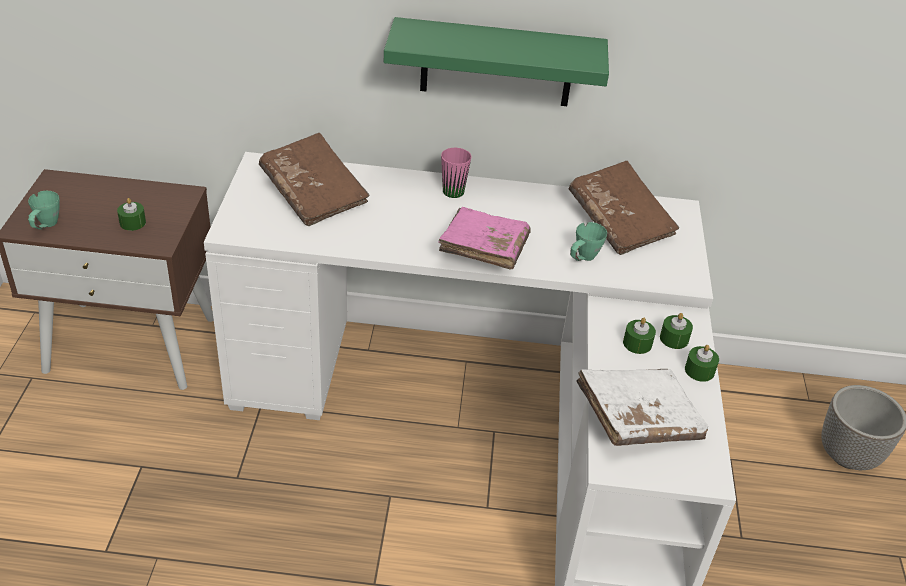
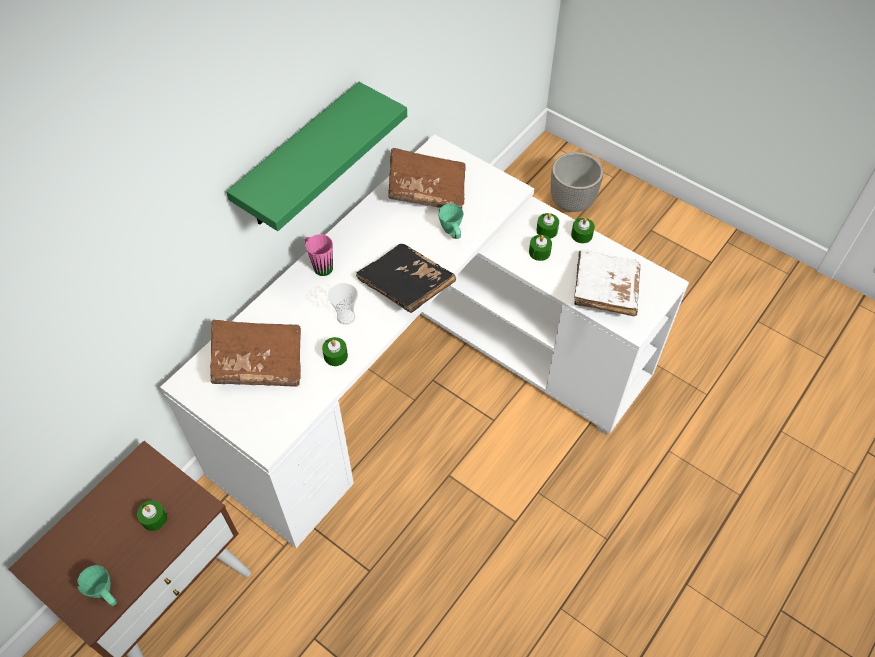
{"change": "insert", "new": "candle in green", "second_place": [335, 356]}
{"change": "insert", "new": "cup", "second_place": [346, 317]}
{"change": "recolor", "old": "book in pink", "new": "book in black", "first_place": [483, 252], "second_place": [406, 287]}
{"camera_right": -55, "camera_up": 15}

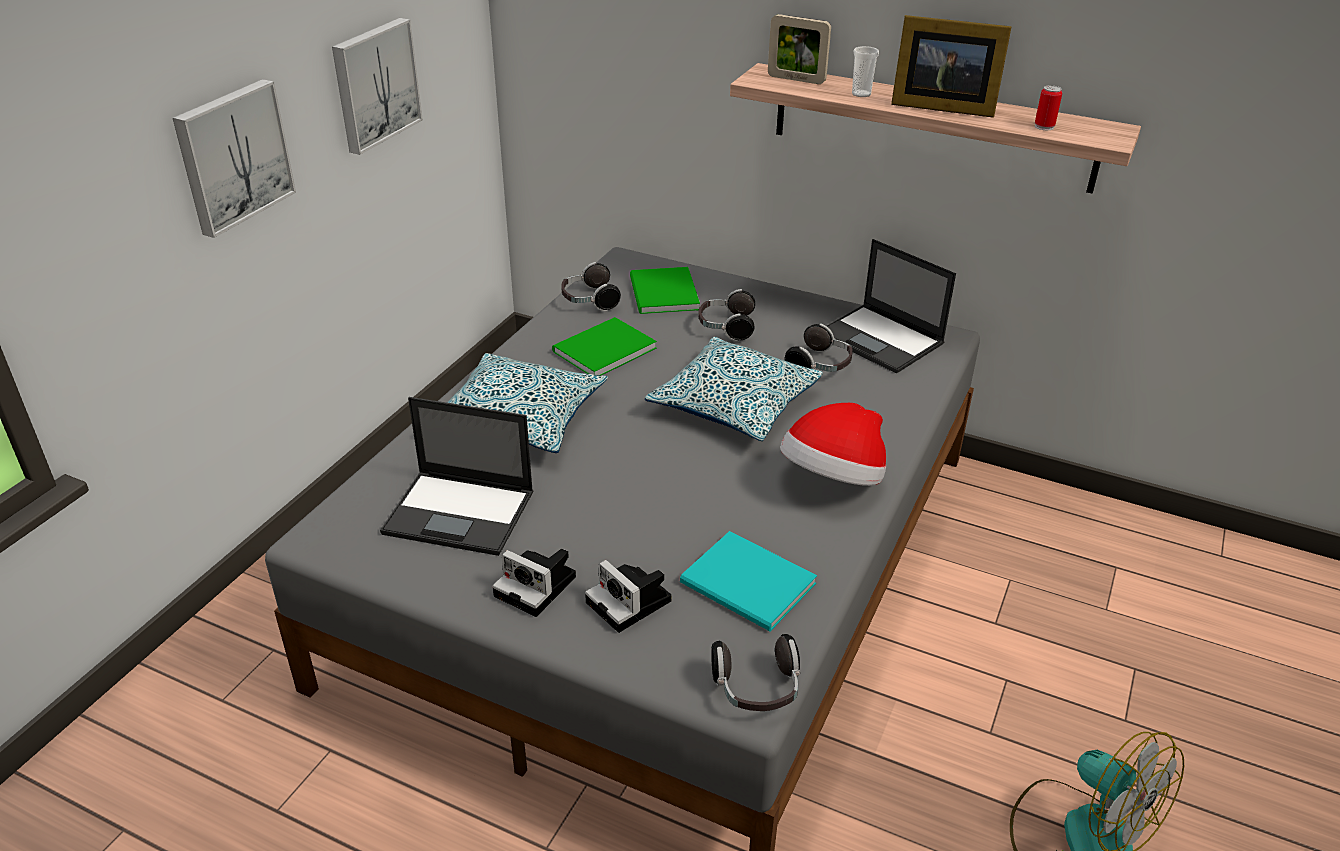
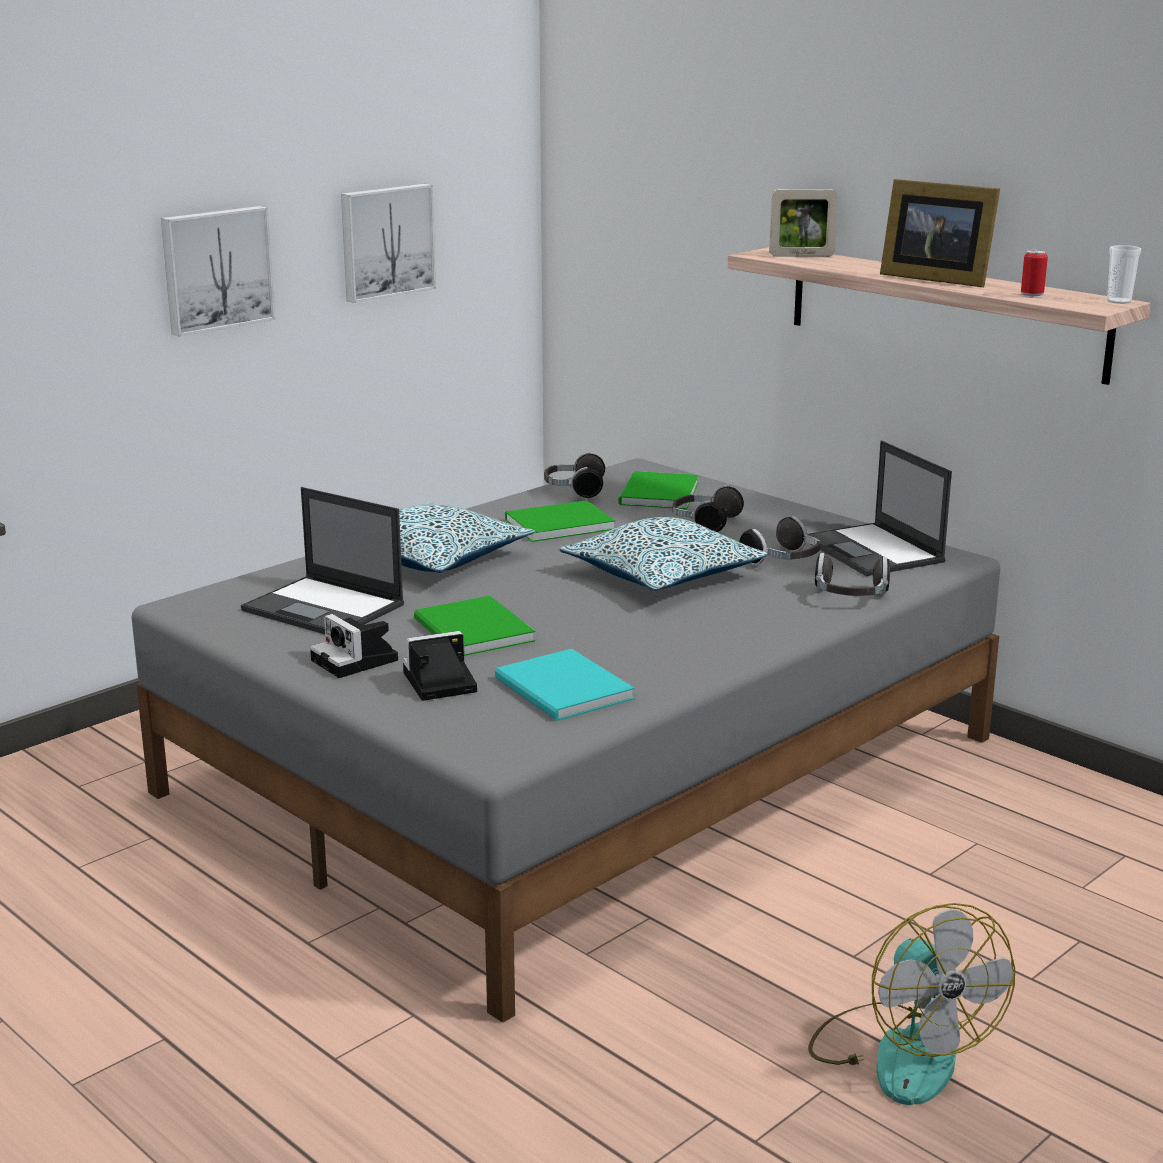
{"change": "rotate", "old": "photo camera", "first_place": [631, 603], "second_place": [436, 683], "degrees": 90}
{"change": "insert", "new": "book in green", "second_place": [472, 632]}
{"change": "rotate", "old": "picture frame", "first_place": [796, 79], "second_place": [801, 256], "degrees": -45}
{"change": "move", "old": "headphones", "first_place": [756, 690], "second_place": [850, 597]}
{"change": "move", "old": "cup", "first_place": [861, 94], "second_place": [1119, 301]}
{"change": "delete", "old": "hat", "first_place": [833, 480]}
{"camera_right": 20, "camera_up": -15}

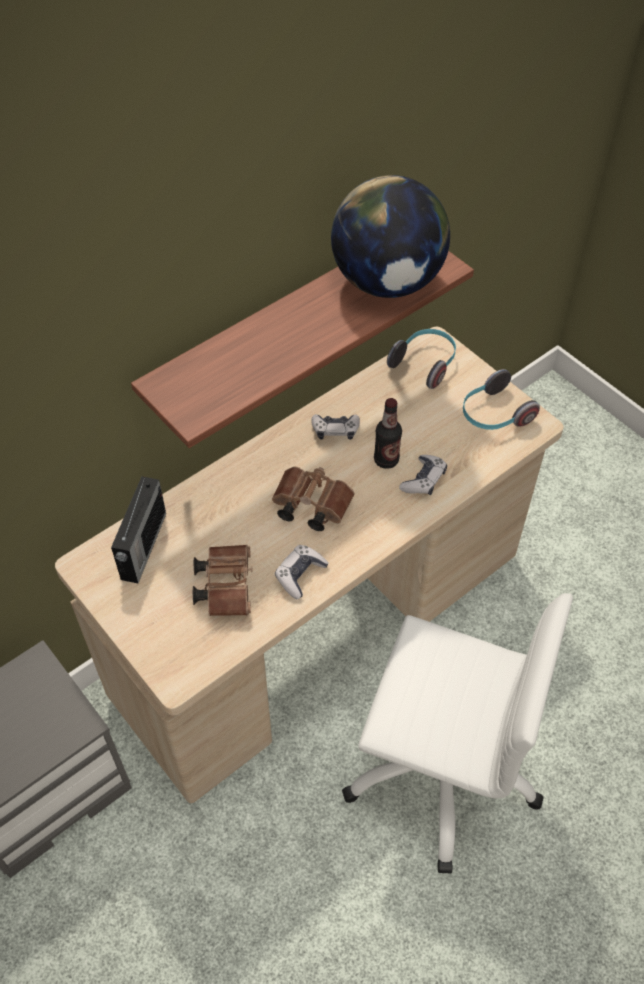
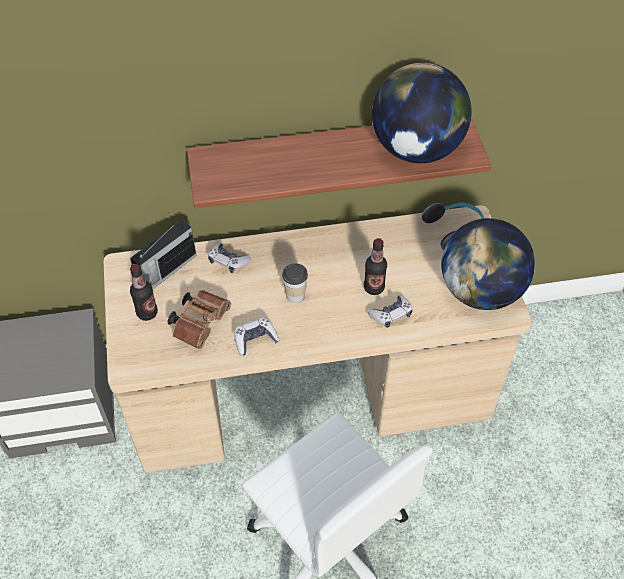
{"change": "insert", "new": "bottle", "second_place": [147, 313]}
{"change": "move", "old": "game controller", "first_place": [335, 430], "second_place": [228, 261]}
{"change": "replace", "old": "binoculars in brown", "new": "cup", "first_place": [309, 506], "second_place": [295, 295]}
{"change": "replace", "old": "headphones", "new": "globe", "first_place": [494, 415], "second_place": [480, 291]}
{"camera_right": 30, "camera_up": 0}

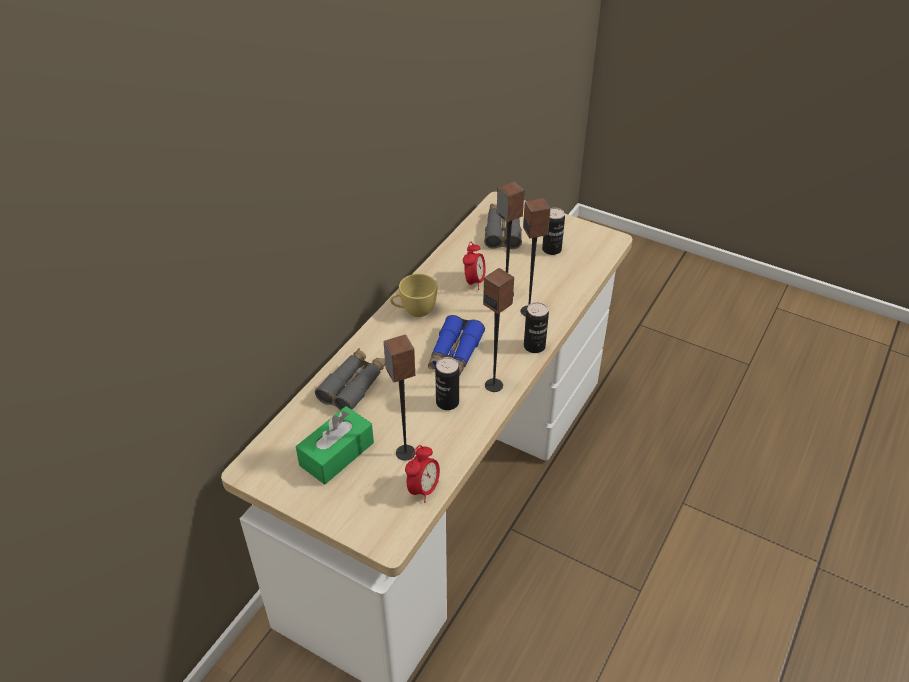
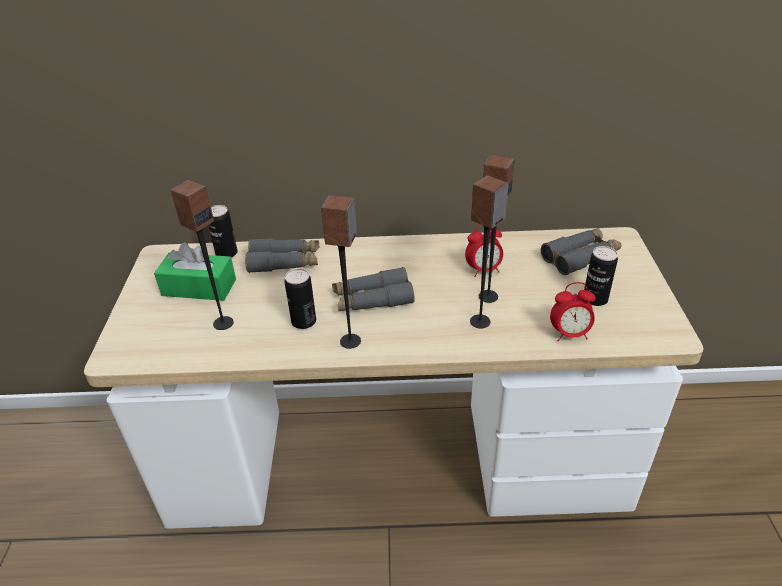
{"change": "move", "old": "can", "first_place": [534, 346], "second_place": [226, 253]}
{"change": "recolor", "old": "binoculars in blue", "new": "binoculars in grey", "first_place": [455, 353], "second_place": [372, 299]}
{"change": "move", "old": "alarm clock", "first_place": [423, 489], "second_place": [569, 334]}
{"change": "delete", "old": "cup in yellow", "first_place": [414, 311]}
{"camera_right": 60, "camera_up": -5}

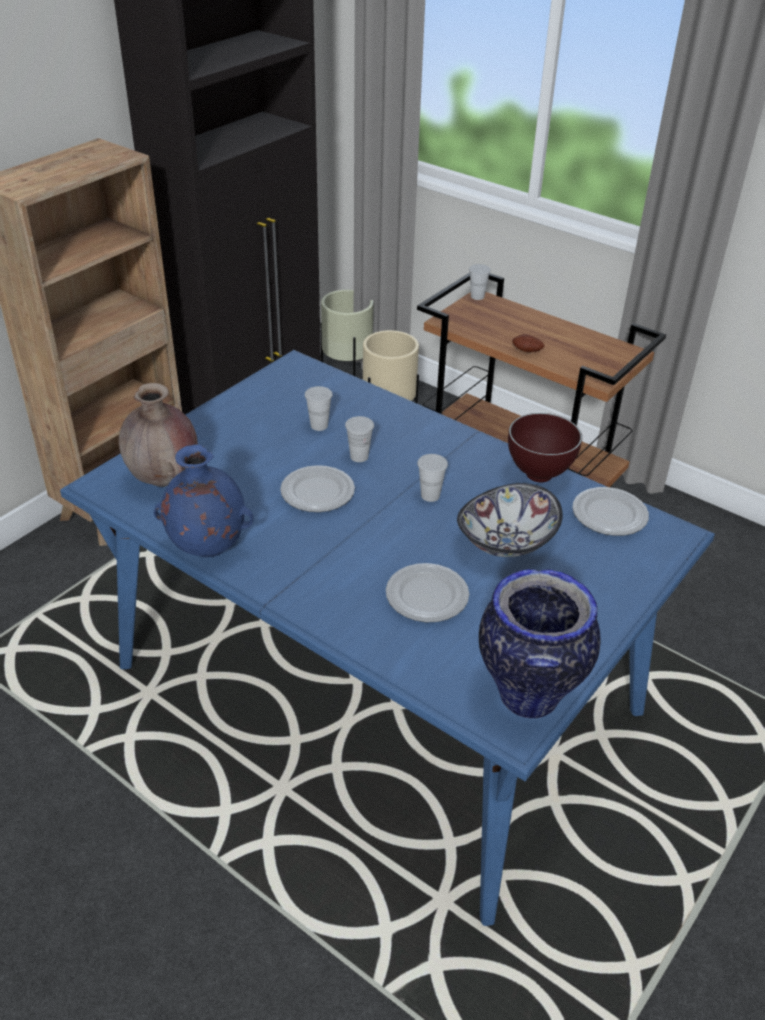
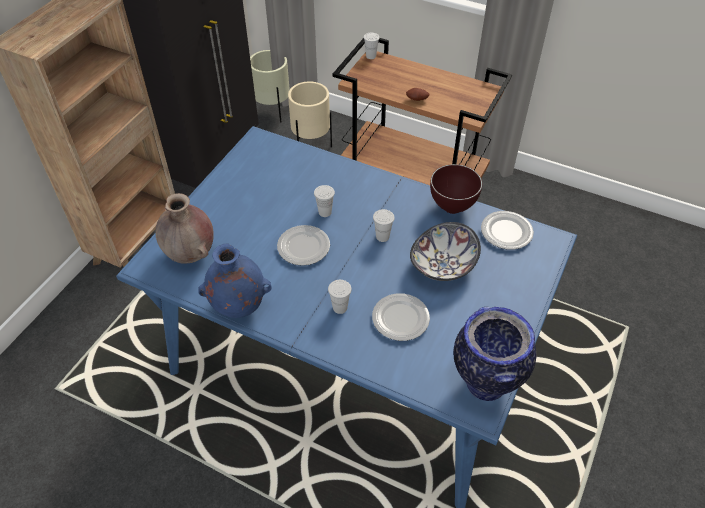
{"change": "move", "old": "cup in white", "first_place": [319, 425], "second_place": [340, 308]}
{"camera_right": -10, "camera_up": 10}

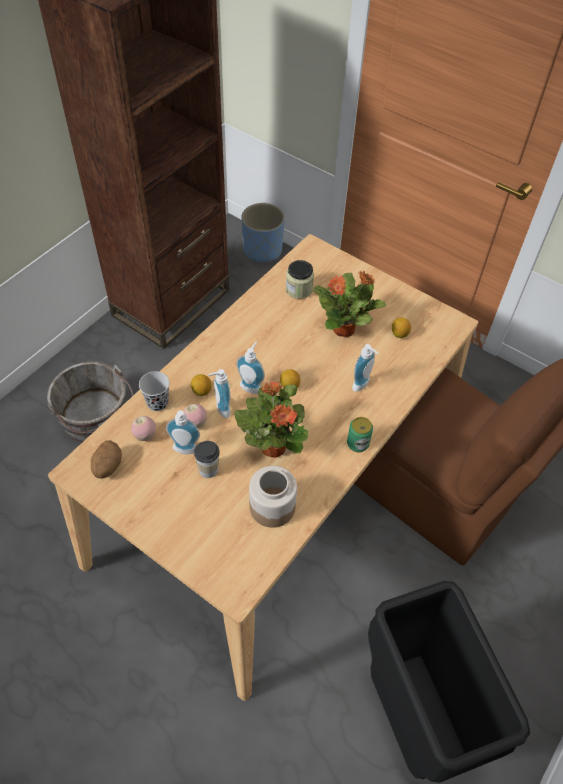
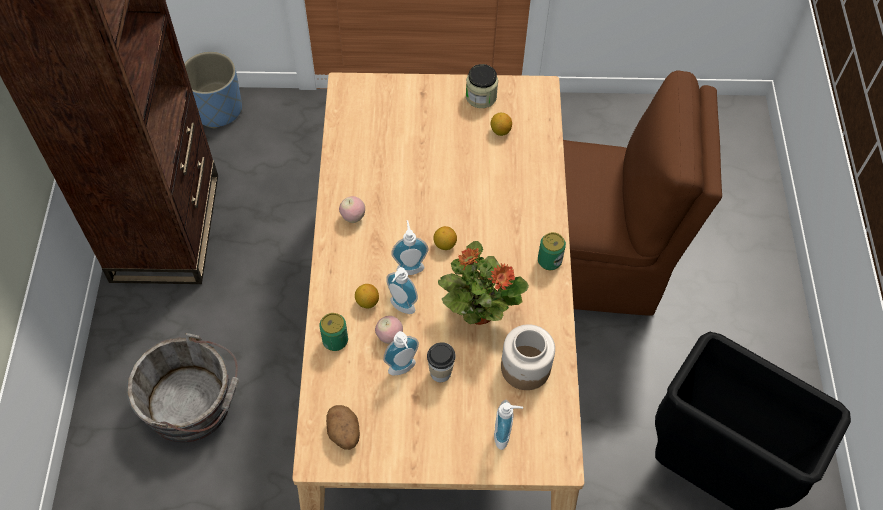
{"change": "replace", "old": "cup in black", "new": "can", "first_place": [157, 403], "second_place": [335, 340]}
{"change": "move", "old": "apple", "first_place": [145, 435], "second_place": [353, 217]}
{"change": "move", "old": "jar", "first_place": [299, 289], "second_place": [481, 97]}
{"change": "move", "old": "soap dispenser", "first_place": [363, 385], "second_place": [505, 435]}
{"change": "delete", "old": "potted plant", "first_place": [344, 329]}
{"camera_right": -35, "camera_up": 5}

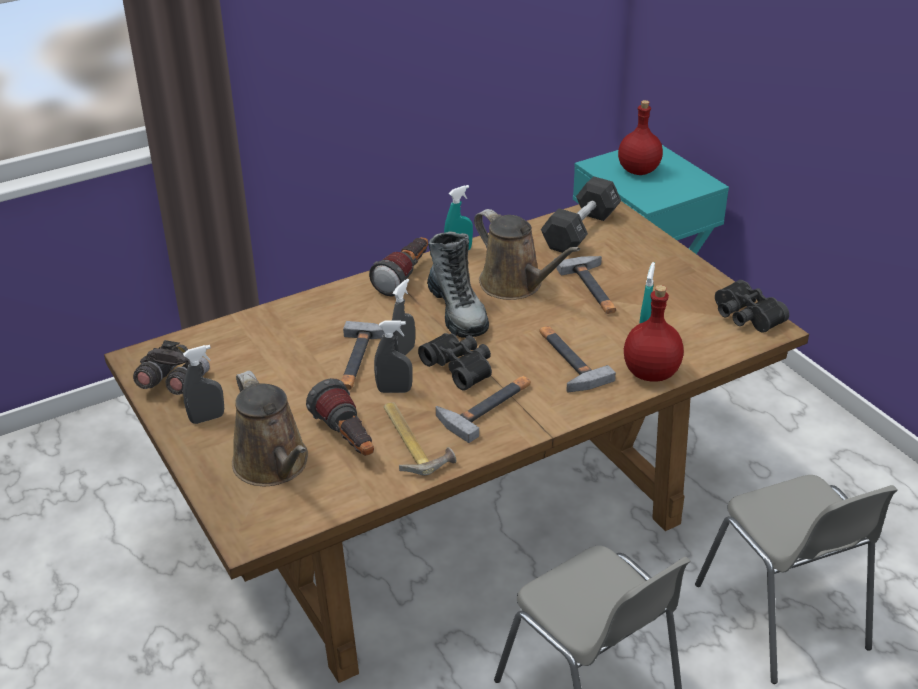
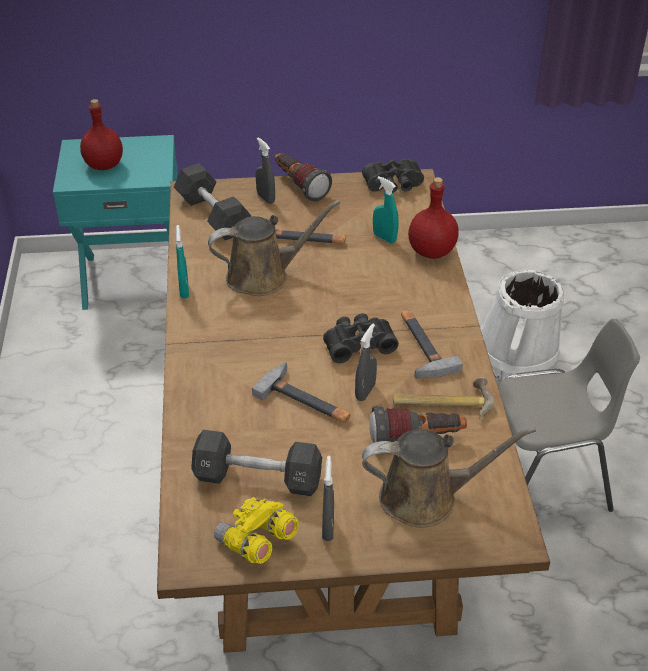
{"change": "insert", "new": "dumbbell in black", "second_place": [258, 478]}
{"change": "recolor", "old": "binoculars in grey", "new": "binoculars in yellow", "first_place": [174, 385], "second_place": [256, 542]}
{"change": "move", "old": "spray bottle in grey", "first_place": [403, 353], "second_place": [266, 198]}
{"change": "move", "old": "flashlight", "first_place": [405, 277], "second_place": [299, 186]}
{"change": "replace", "old": "chair in grey", "new": "bucket in white", "first_place": [782, 617], "second_place": [515, 357]}
{"change": "delete", "old": "boot", "first_place": [458, 311]}
{"change": "delete", "old": "hammer", "first_place": [566, 360]}
{"camera_right": -65, "camera_up": 5}

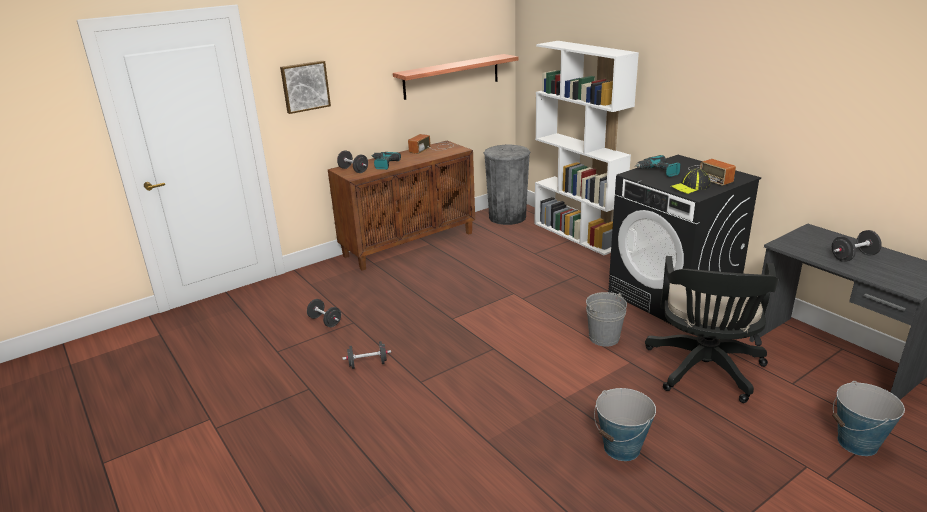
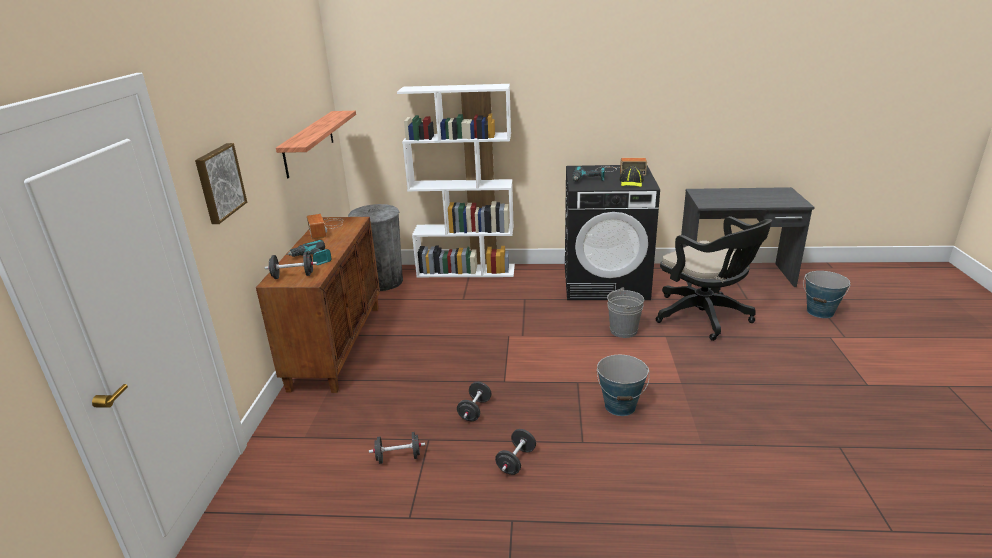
{"change": "move", "old": "dumbbell in black", "first_place": [853, 257], "second_place": [474, 410]}
{"change": "move", "old": "bucket", "first_place": [622, 448], "second_place": [620, 406]}
{"camera_right": -50, "camera_up": 0}

